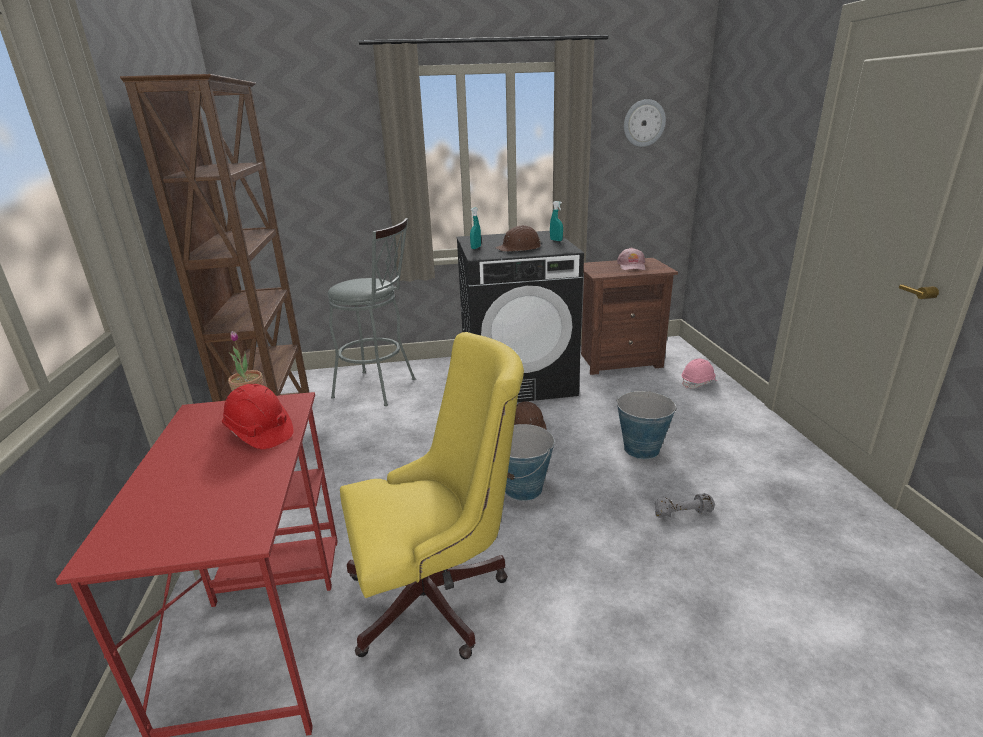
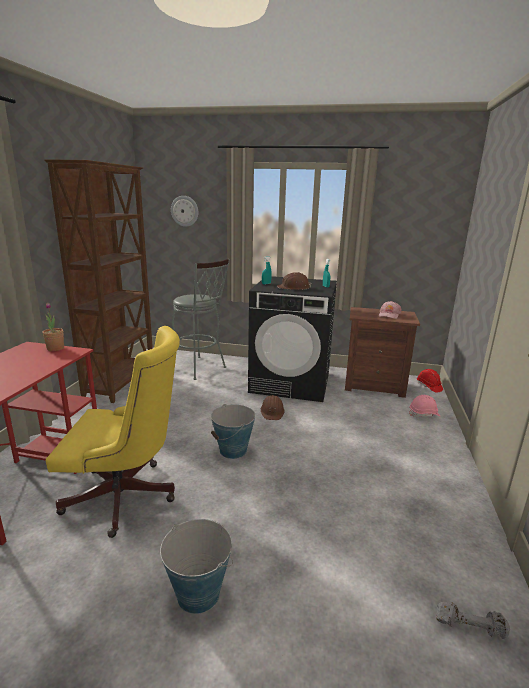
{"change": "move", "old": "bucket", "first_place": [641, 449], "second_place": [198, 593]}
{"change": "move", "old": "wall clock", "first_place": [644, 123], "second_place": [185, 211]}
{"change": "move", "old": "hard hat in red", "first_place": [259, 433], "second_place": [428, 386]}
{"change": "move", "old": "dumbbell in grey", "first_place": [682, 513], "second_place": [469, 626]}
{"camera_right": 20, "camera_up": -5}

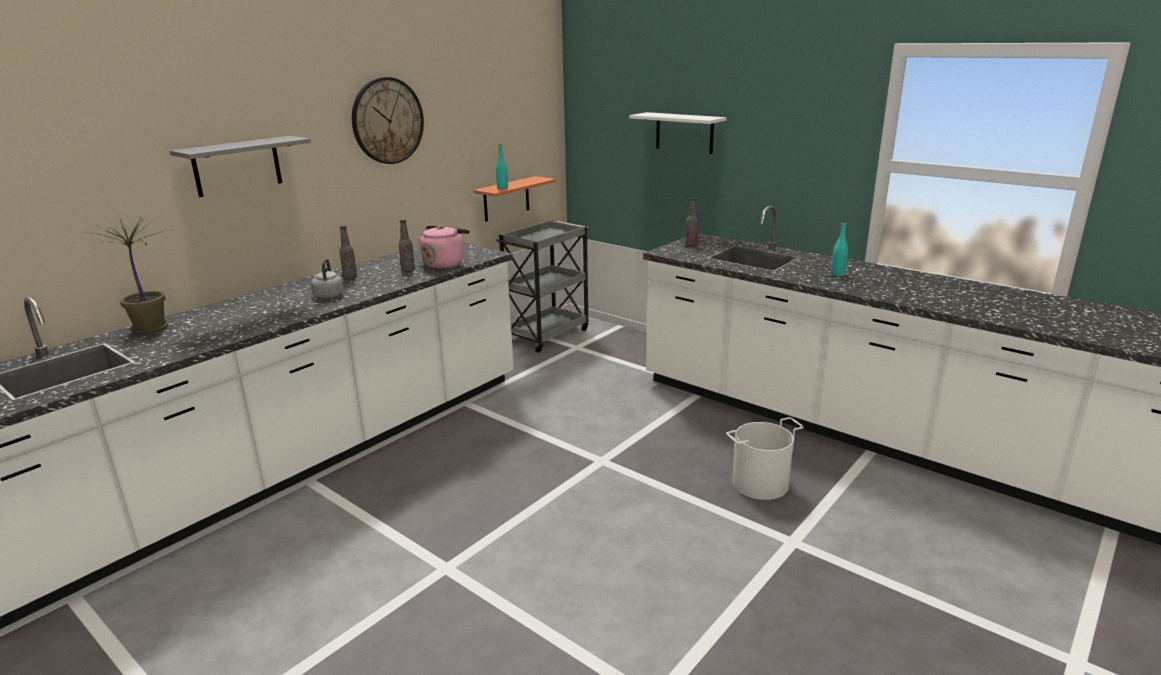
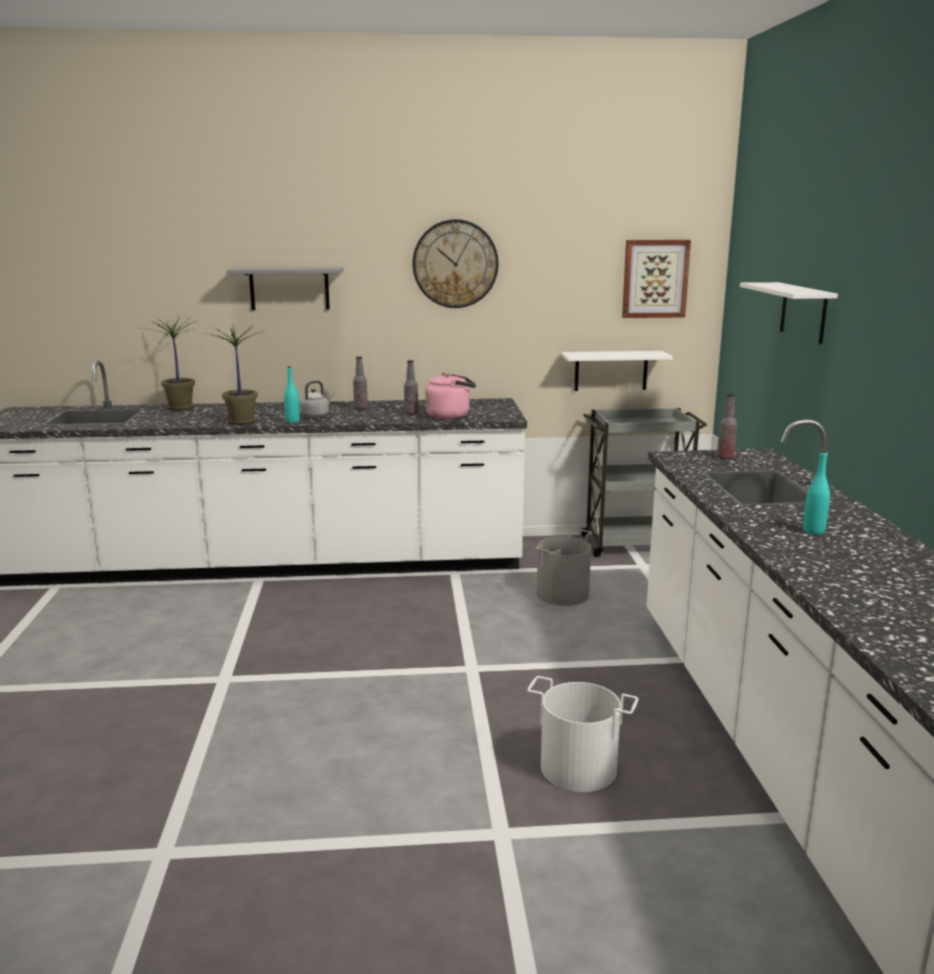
{"change": "insert", "new": "potted plant", "second_place": [241, 421]}
{"change": "move", "old": "bottle in turquoise", "first_place": [502, 188], "second_place": [292, 421]}
{"change": "insert", "new": "bucket in grey", "second_place": [563, 594]}
{"change": "recolor", "old": "shelf in orange", "new": "shelf in white", "first_place": [506, 199], "second_place": [611, 370]}
{"change": "insert", "new": "picture", "second_place": [655, 278]}
{"camera_right": 45, "camera_up": -5}

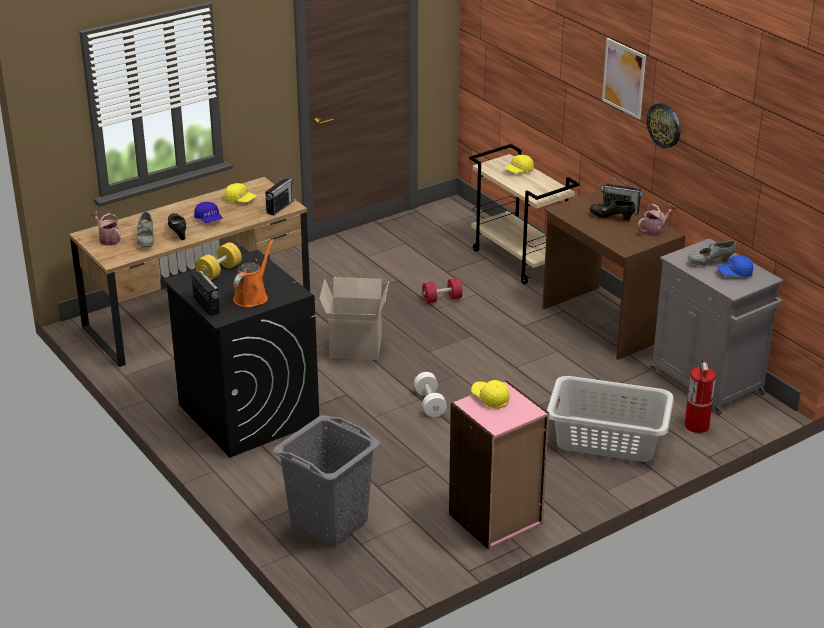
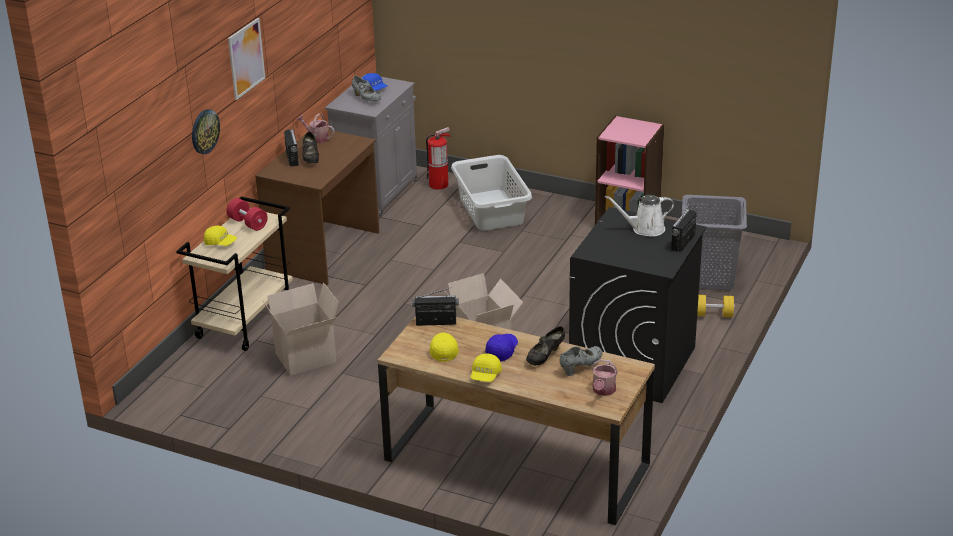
{"change": "move", "old": "wall clock", "first_place": [664, 125], "second_place": [204, 131]}
{"change": "move", "old": "dumbbell in red", "first_place": [442, 299], "second_place": [248, 223]}
{"change": "insert", "new": "cardboard box", "second_place": [305, 359]}
{"change": "move", "old": "cap in yellow", "first_place": [490, 398], "second_place": [485, 375]}
{"change": "recolor", "old": "watering can in orange", "new": "watering can in white", "first_place": [252, 296], "second_place": [645, 229]}
{"change": "move", "old": "dumbbell in yellow", "first_place": [219, 272], "second_place": [713, 314]}
{"change": "delete", "old": "dumbbell in white", "first_place": [430, 403]}
{"camera_right": -120, "camera_up": 0}

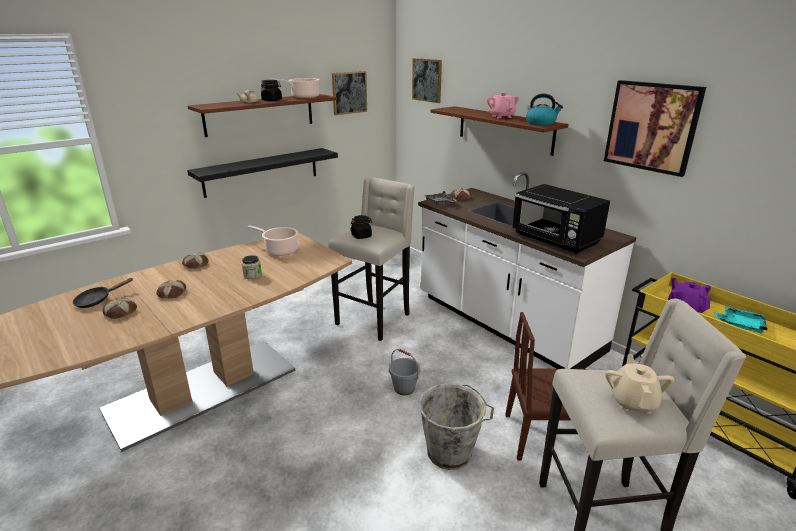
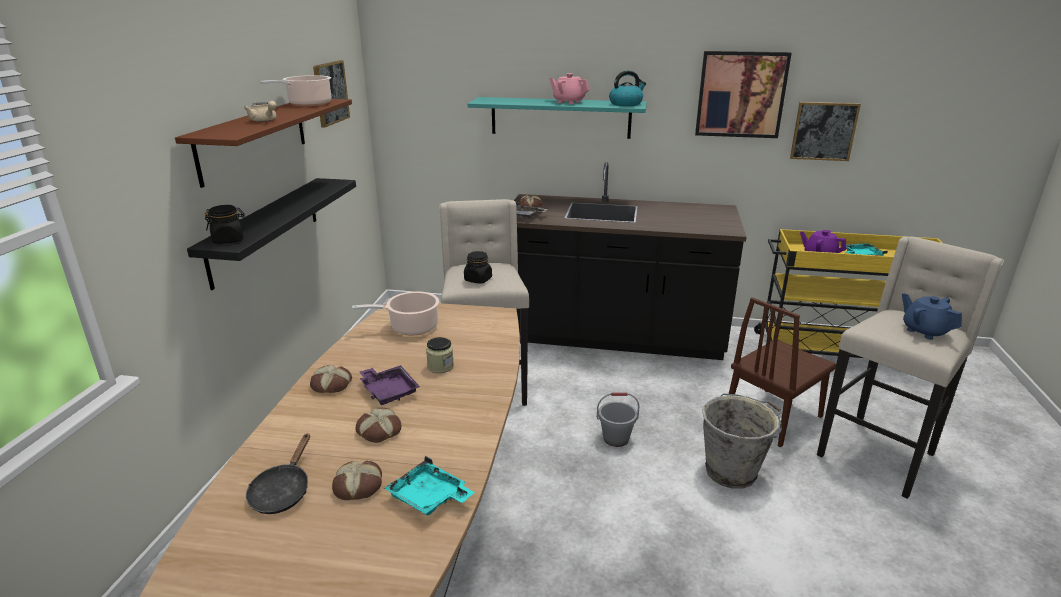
{"change": "move", "old": "jar in black", "first_place": [272, 100], "second_place": [229, 239]}
{"change": "insert", "new": "tray in purple", "second_place": [389, 391]}
{"change": "insert", "new": "tray in turquoise", "second_place": [429, 498]}
{"change": "recolor", "old": "shelf in brown", "new": "shelf in turquoise", "first_place": [504, 129], "second_place": [560, 117]}
{"change": "recolor", "old": "counter in white", "new": "counter in black", "first_place": [506, 324], "second_place": [614, 337]}
{"change": "move", "old": "picture", "first_place": [427, 80], "second_place": [823, 131]}
{"change": "recolor", "old": "teapot in beige", "new": "teapot in blue", "first_place": [633, 402], "second_place": [924, 331]}
{"change": "delete", "old": "microwave in black", "first_place": [556, 240]}
{"camera_right": -40, "camera_up": 0}

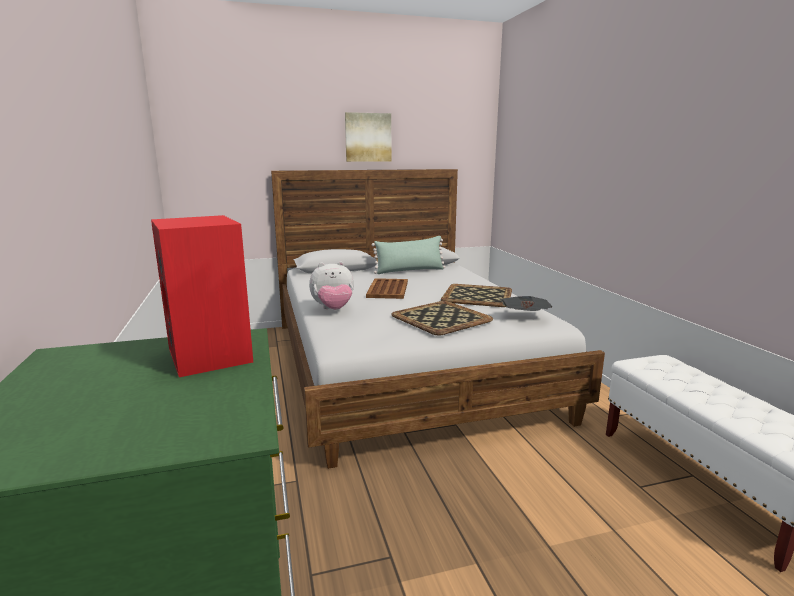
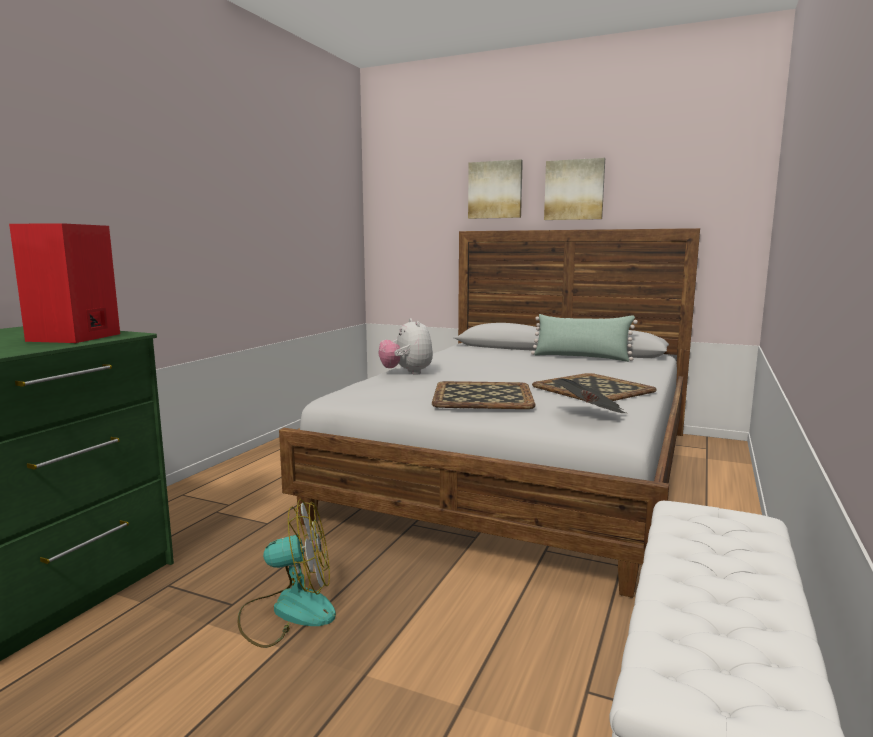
{"change": "insert", "new": "fan", "second_place": [288, 611]}
{"change": "rotate", "old": "plush toy", "first_place": [333, 309], "second_place": [407, 373], "degrees": 45}
{"change": "insert", "new": "picture", "second_place": [495, 190]}
{"change": "delete", "old": "tray in brown", "first_place": [387, 289]}
{"camera_right": 40, "camera_up": -5}

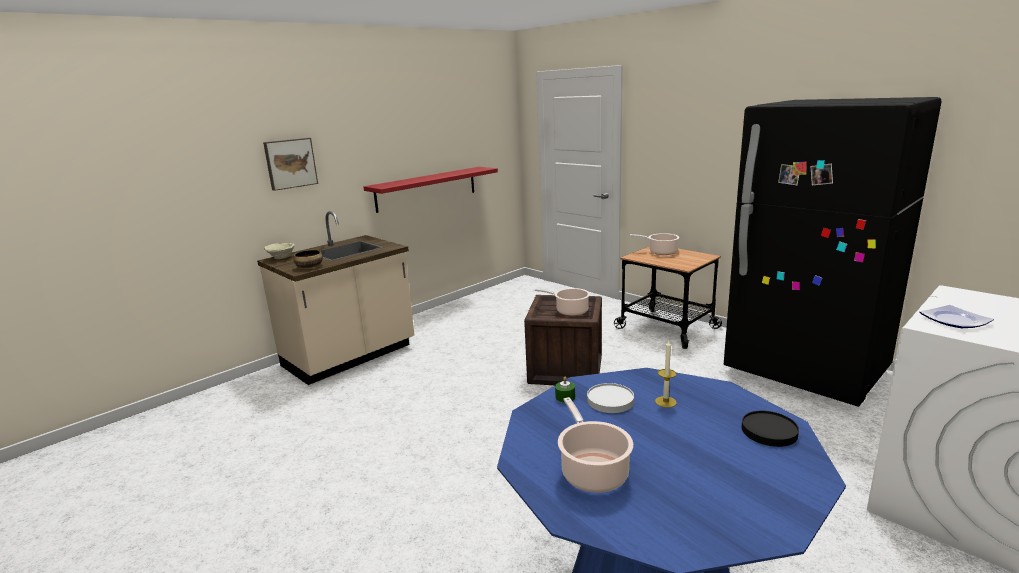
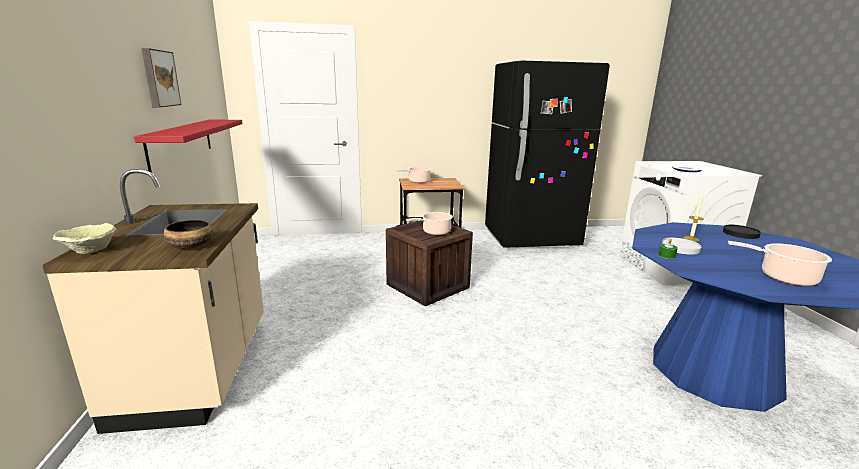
{"change": "move", "old": "picture", "first_place": [290, 163], "second_place": [159, 78]}
{"camera_right": -55, "camera_up": 0}

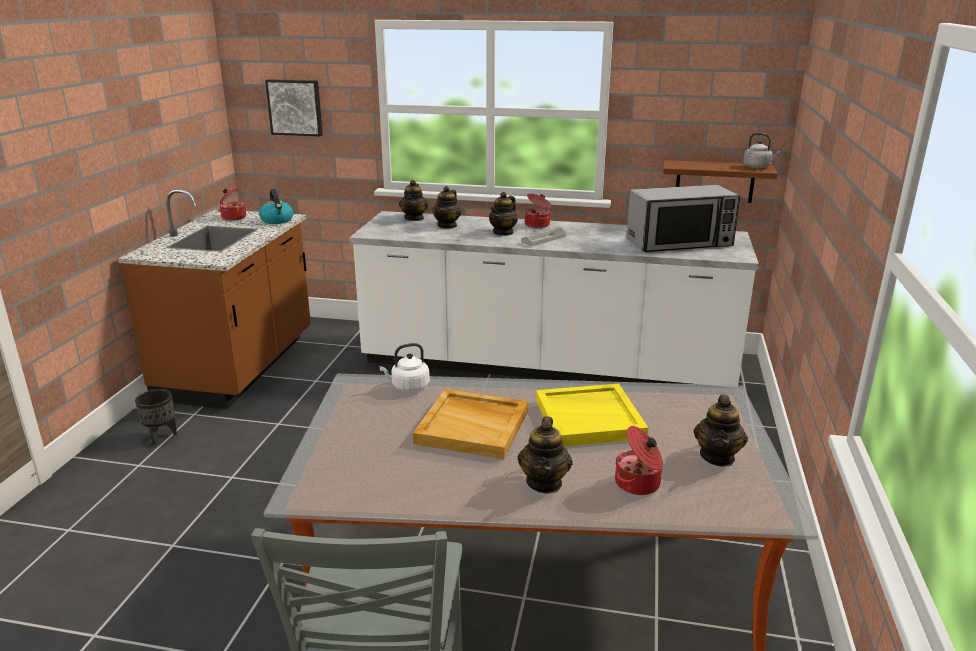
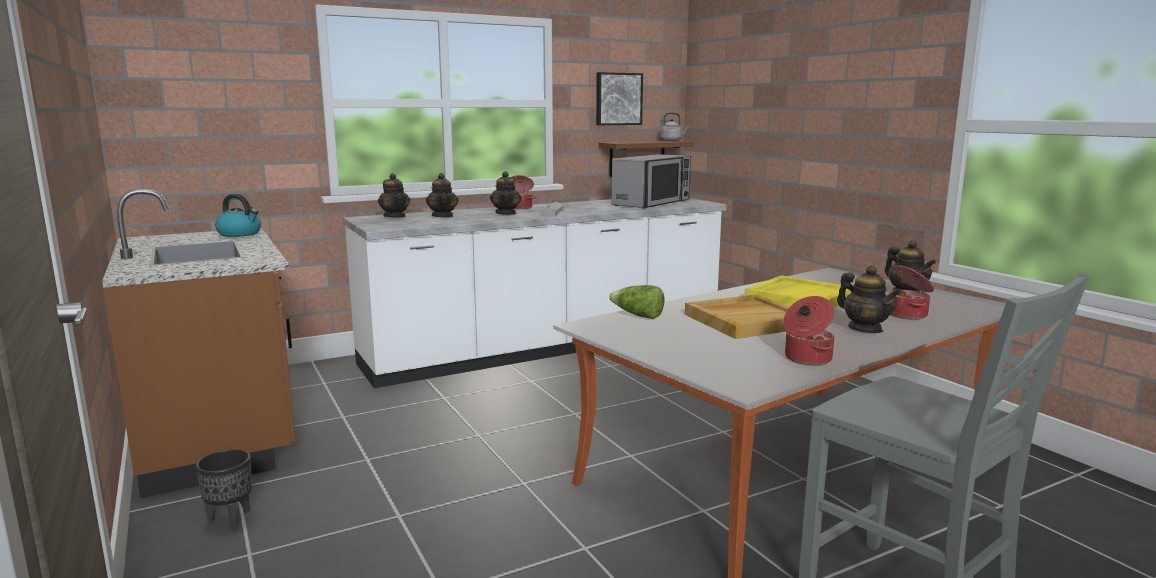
{"change": "move", "old": "picture", "first_place": [295, 107], "second_place": [618, 99]}
{"change": "replace", "old": "kettle in white", "new": "lettuce", "first_place": [408, 387], "second_place": [637, 316]}
{"change": "move", "old": "cooking pot", "first_place": [233, 217], "second_place": [806, 358]}
{"camera_right": -40, "camera_up": -10}

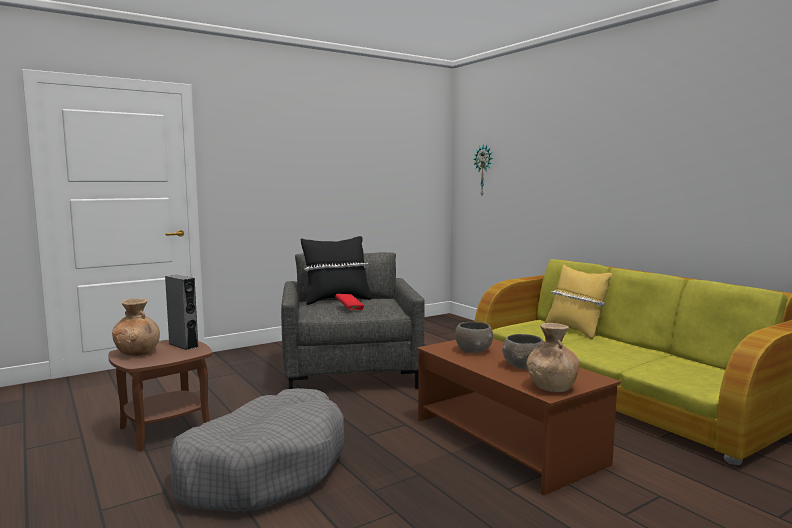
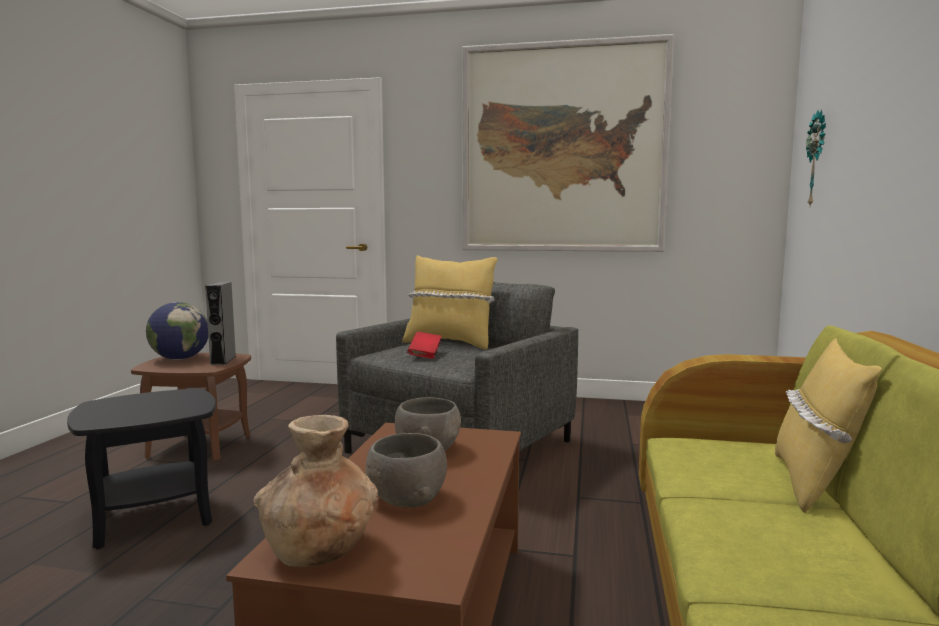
{"change": "replace", "old": "dog bed in grey", "new": "side table in black", "first_place": [263, 468], "second_place": [153, 517]}
{"change": "replace", "old": "vase in brown", "new": "globe", "first_place": [138, 353], "second_place": [180, 359]}
{"change": "recolor", "old": "pillow in black", "new": "pillow in yellow", "first_place": [336, 300], "second_place": [450, 343]}
{"change": "insert", "new": "picture", "second_place": [562, 149]}
{"camera_right": 45, "camera_up": 0}

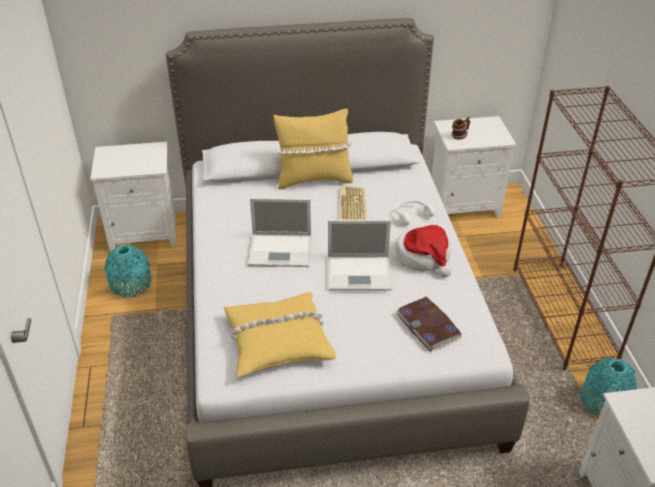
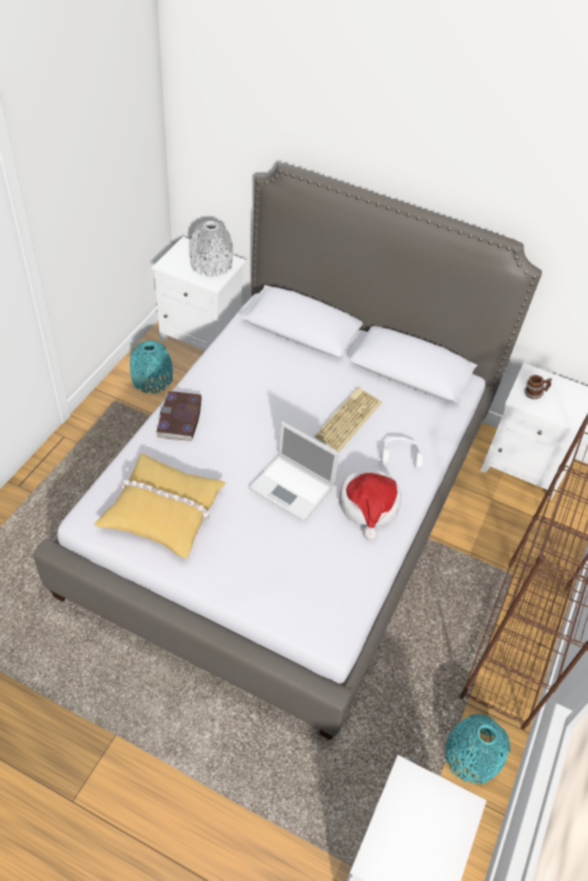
{"change": "move", "old": "book", "first_place": [428, 326], "second_place": [180, 418]}
{"change": "insert", "new": "vase in grey", "second_place": [211, 264]}
{"change": "delete", "old": "laptop", "first_place": [281, 250]}
{"change": "delete", "old": "pillow in yellow", "first_place": [314, 179]}
{"camera_right": 30, "camera_up": 10}

